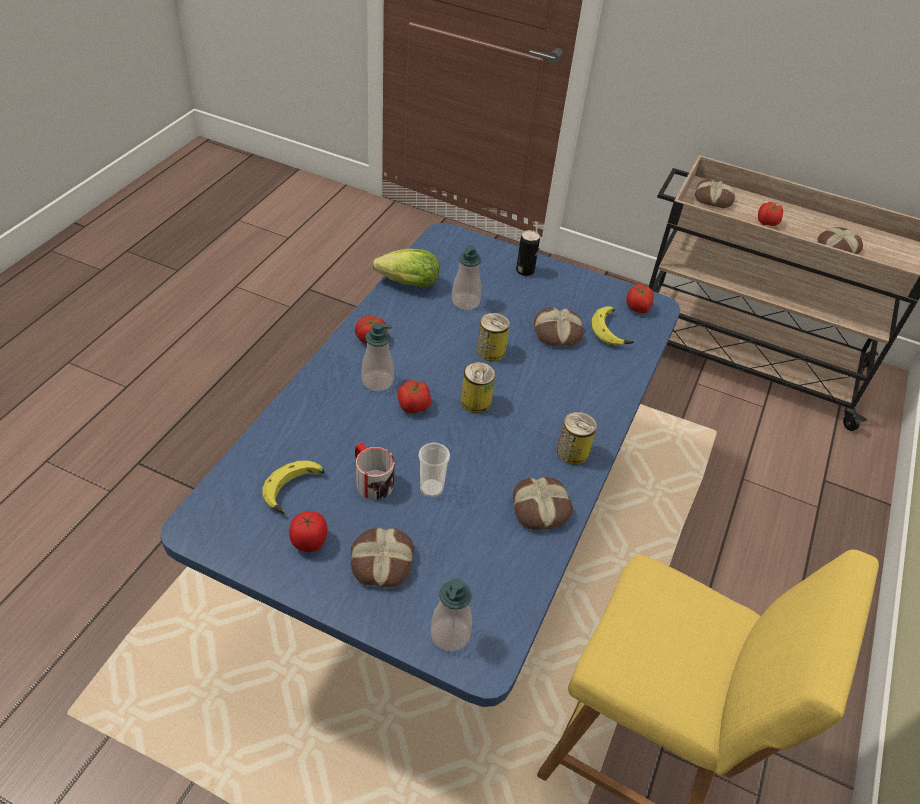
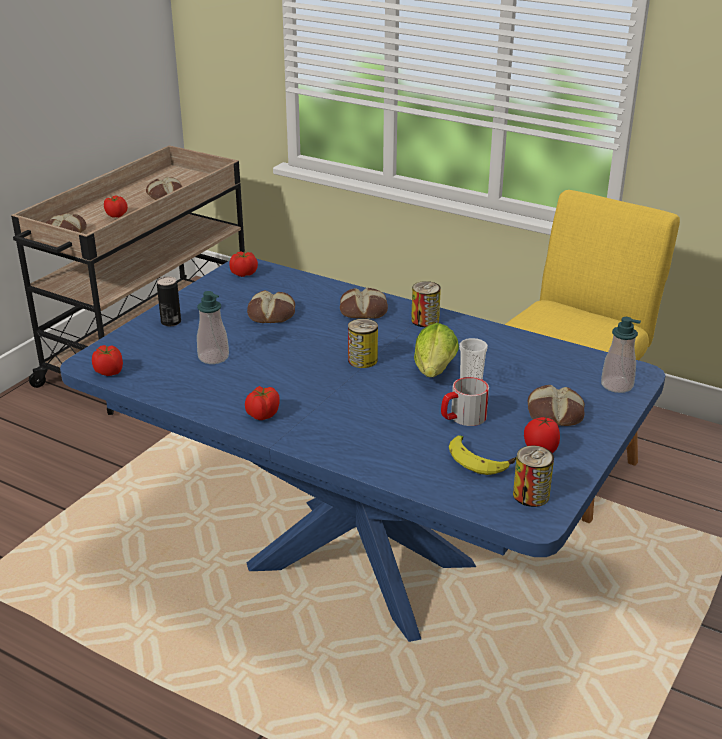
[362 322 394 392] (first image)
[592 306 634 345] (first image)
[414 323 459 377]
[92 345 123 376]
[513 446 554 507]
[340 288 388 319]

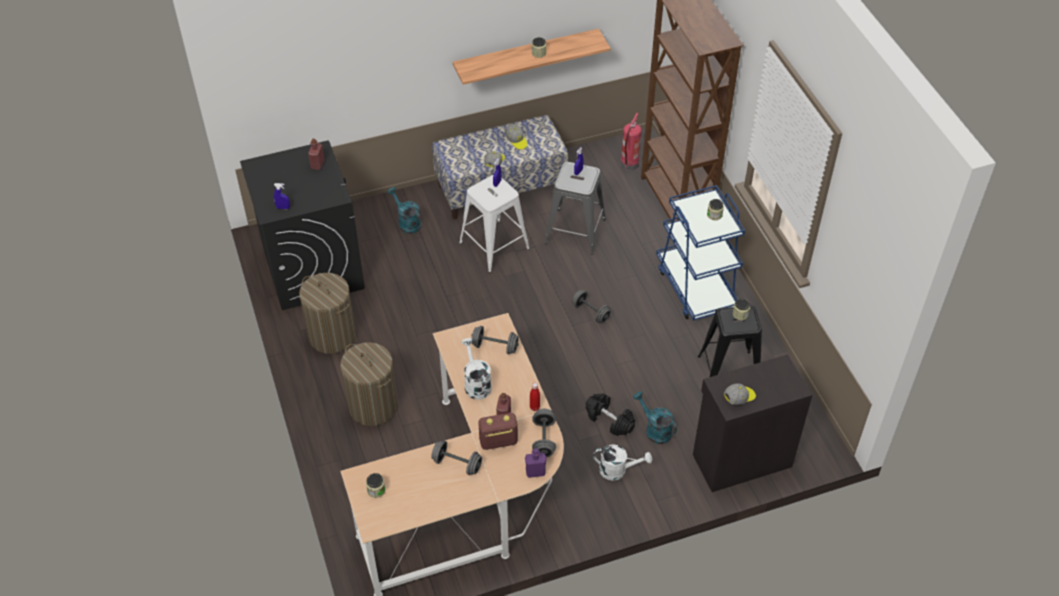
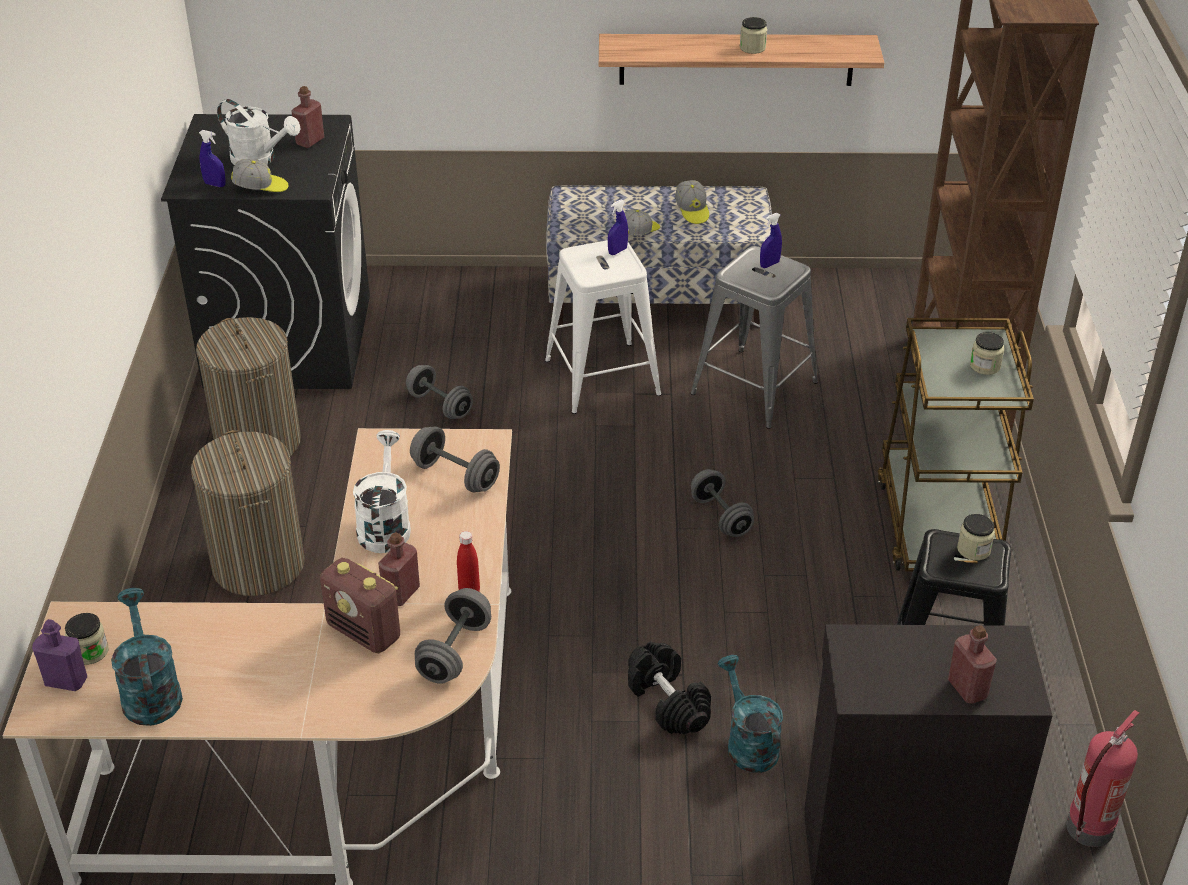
[948 625 997 703]
[111 588 183 726]
[406 365 473 419]
[32 619 87 691]
[217 99 301 165]
[1066 710 1139 847]
[231 159 288 192]
[878 318 1034 572]
[320 558 400 653]

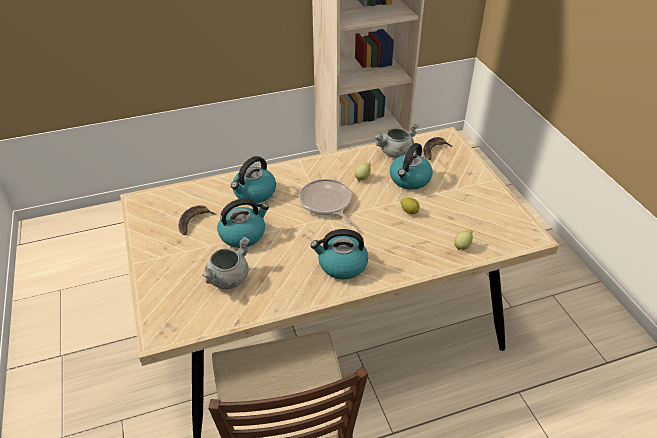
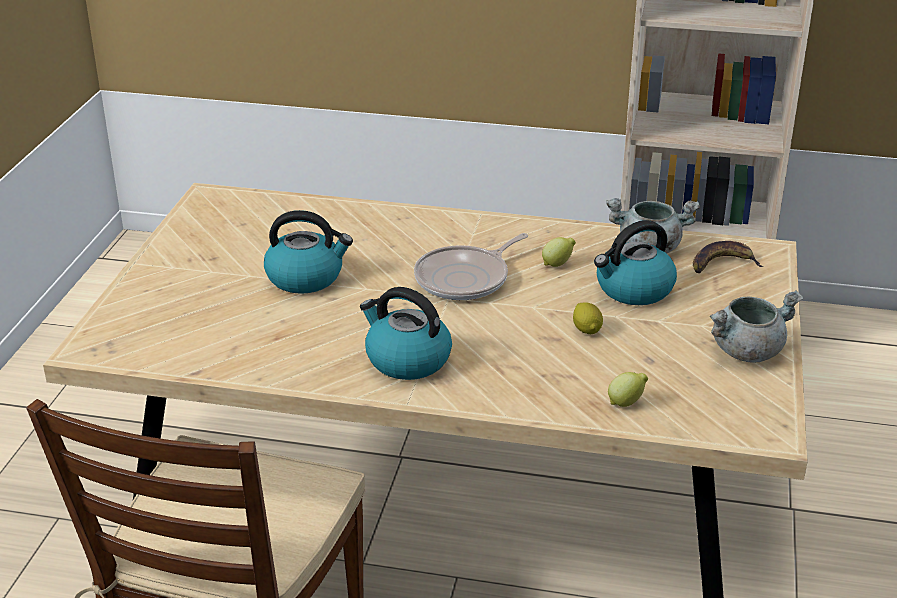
[178 205 216 235] (first image)
[231 156 276 203] (first image)
[710 291 803 363]
[414 233 528 300]

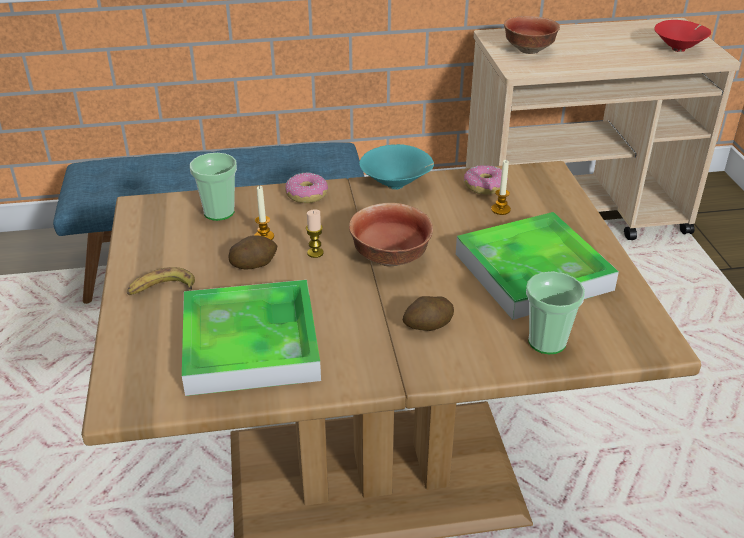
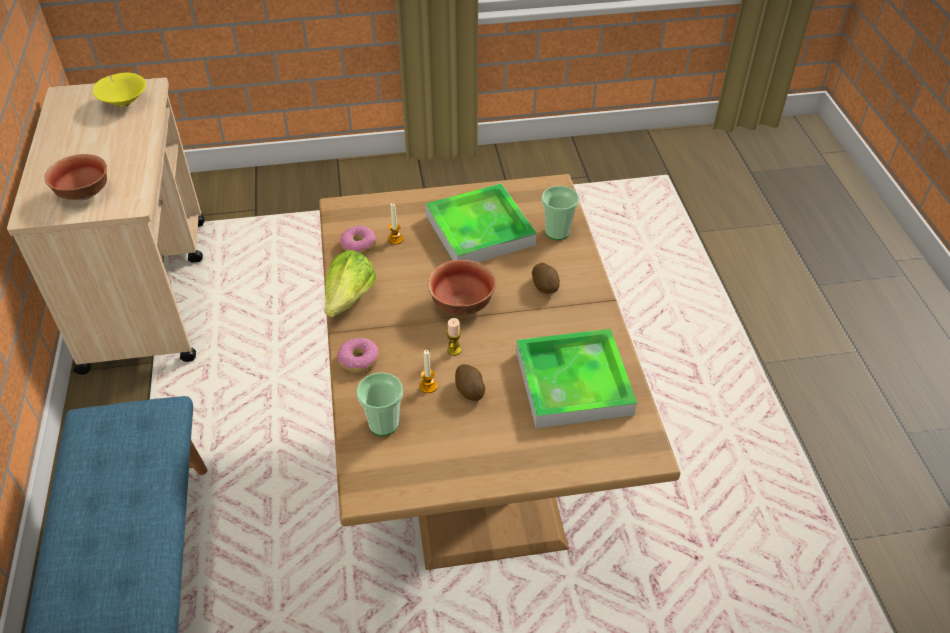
[127 267 195 295] (first image)
[324 250 377 317]
[93 72 146 107]

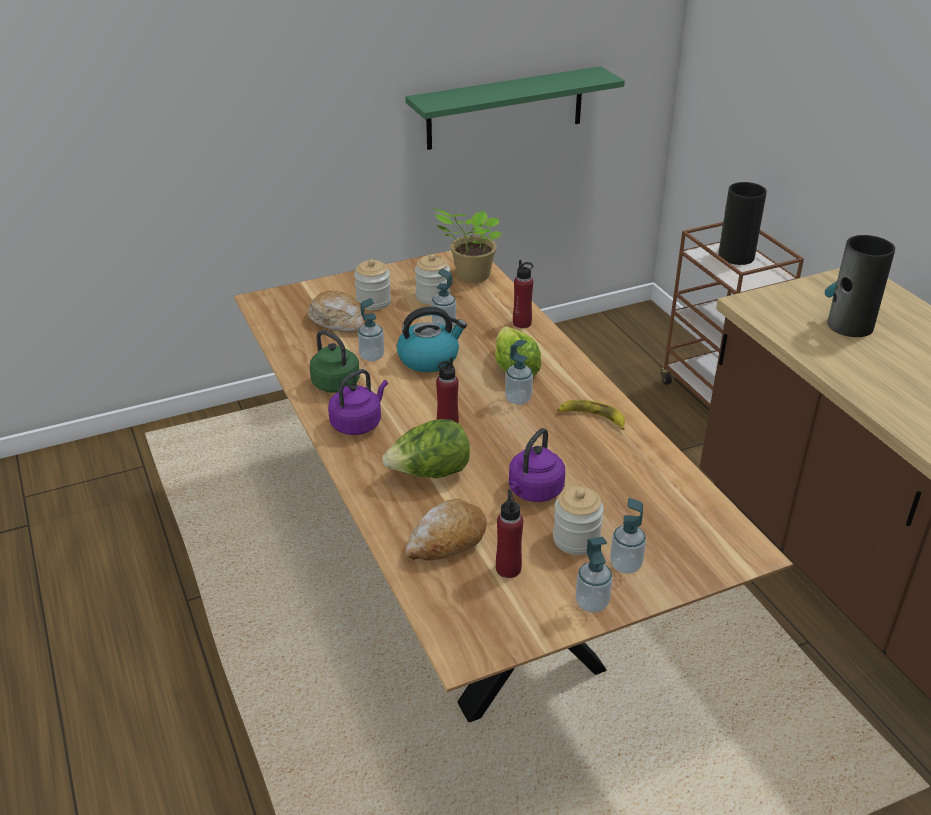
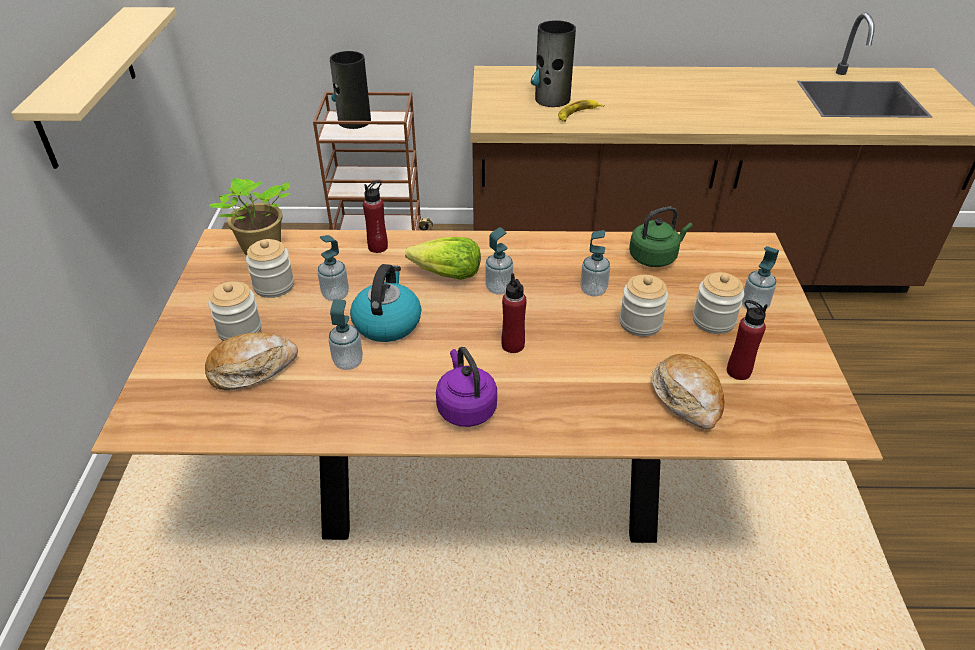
[382 419 470 478] (first image)
[629 206 693 267]
[558 100 604 122]
[580 230 610 296]
[619 275 668 337]
[11 7 177 169]

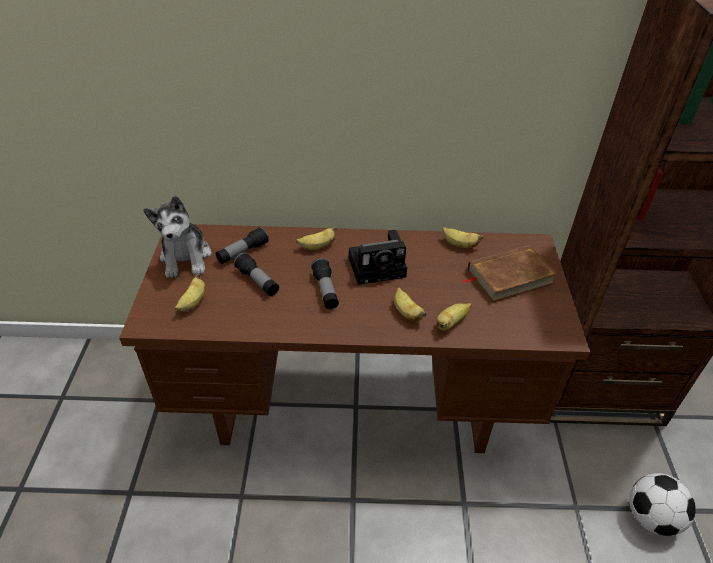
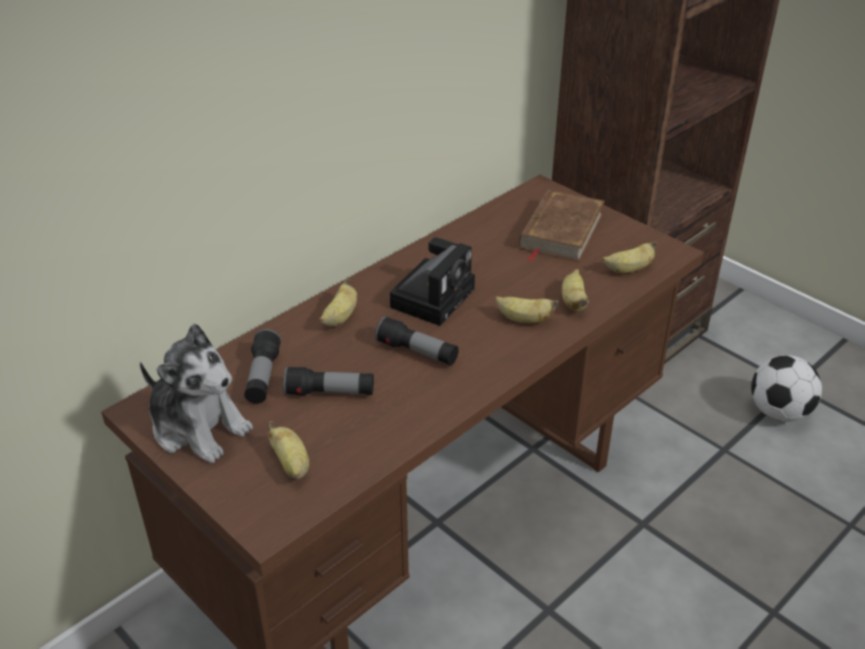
[602 241 657 273]

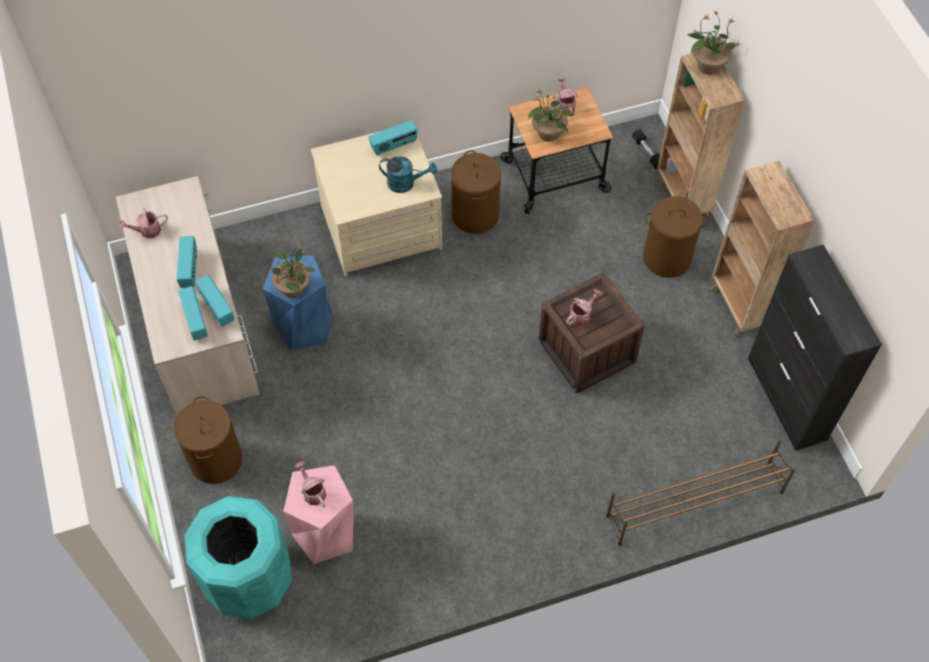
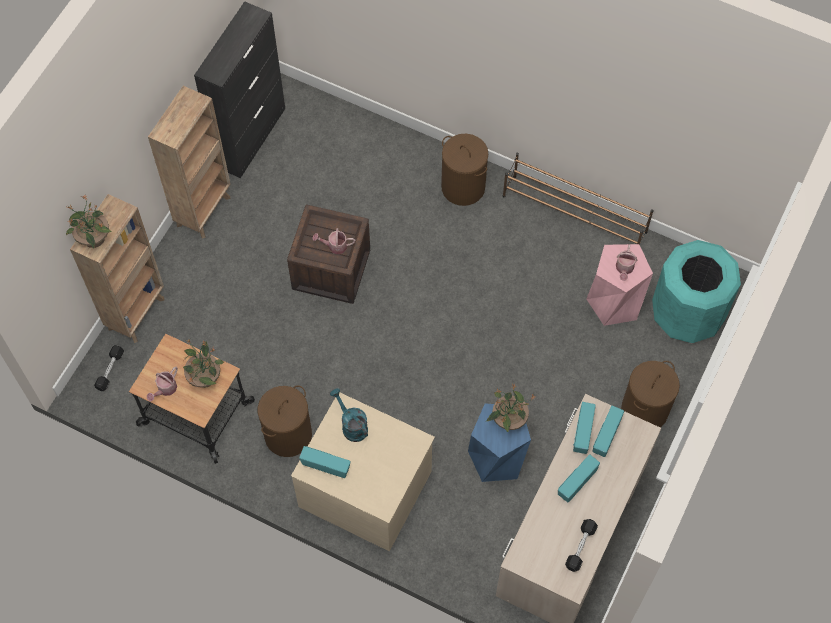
[503 153 653 245]
[441 134 488 206]
[565 519 598 572]

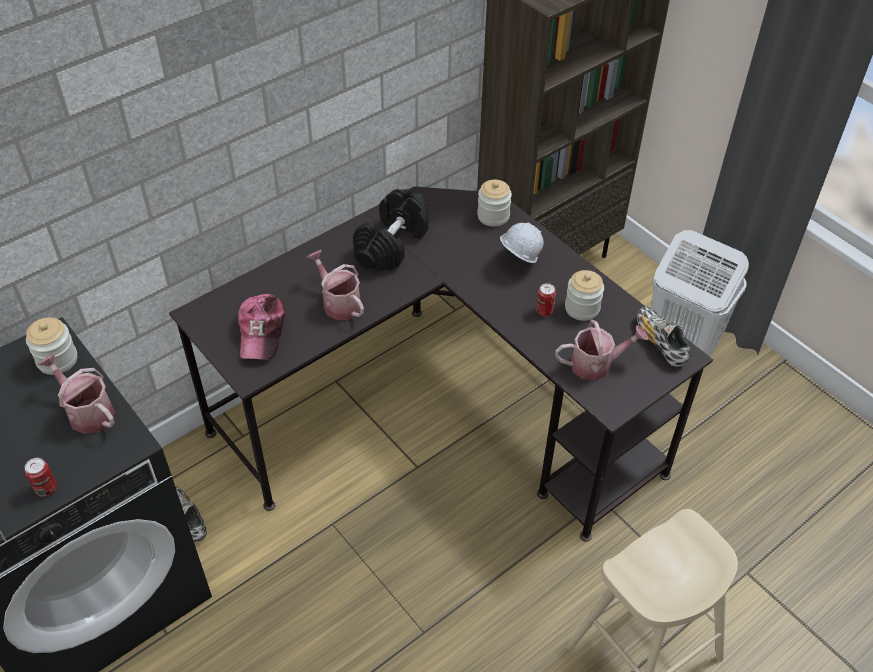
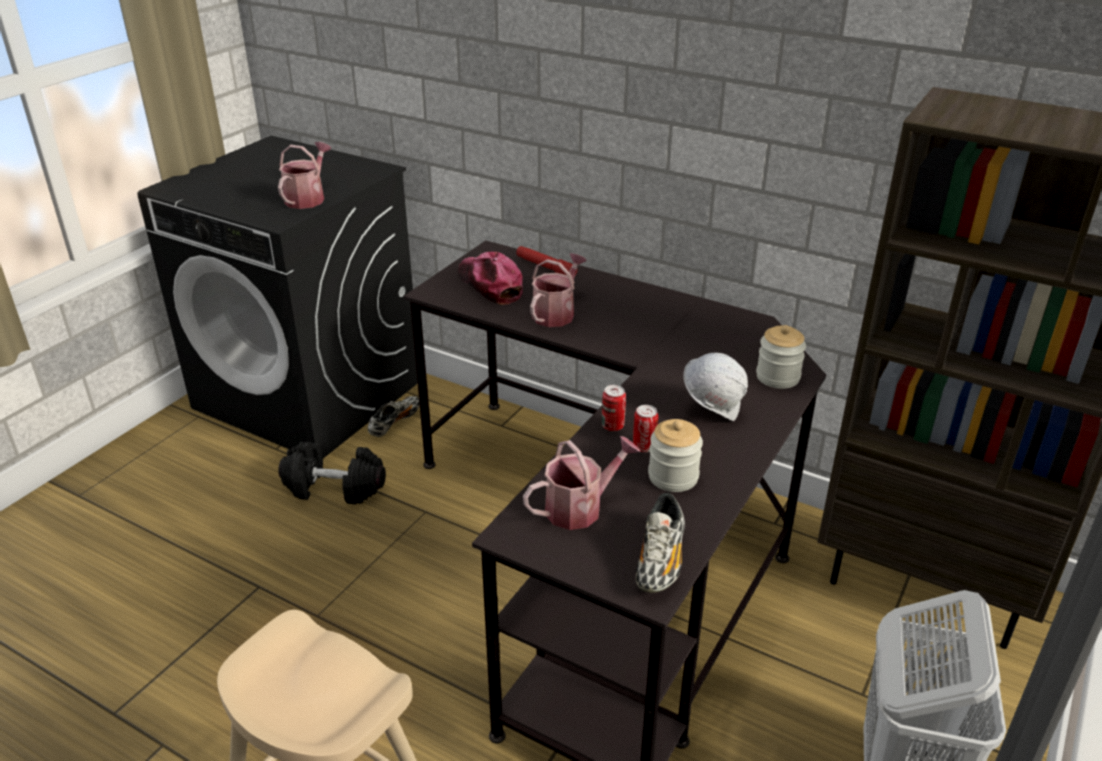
[26 317 77 375] (first image)
[516 246 578 276]
[602 385 626 431]
[278 442 386 504]
[458 252 523 305]
[523 436 641 530]
[635 493 685 593]

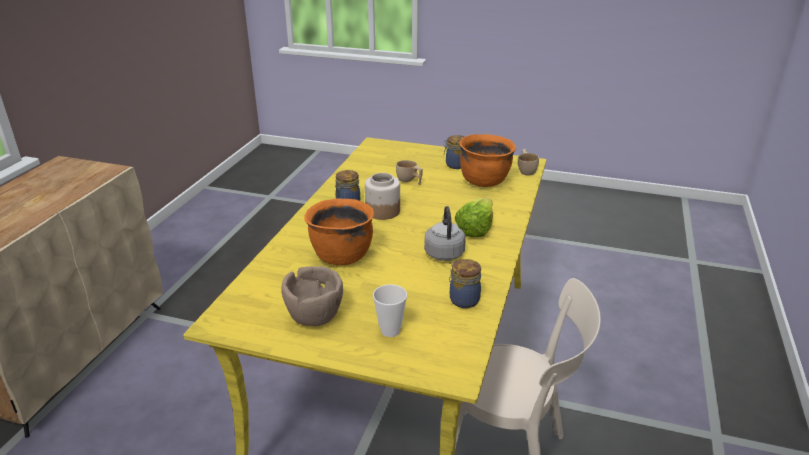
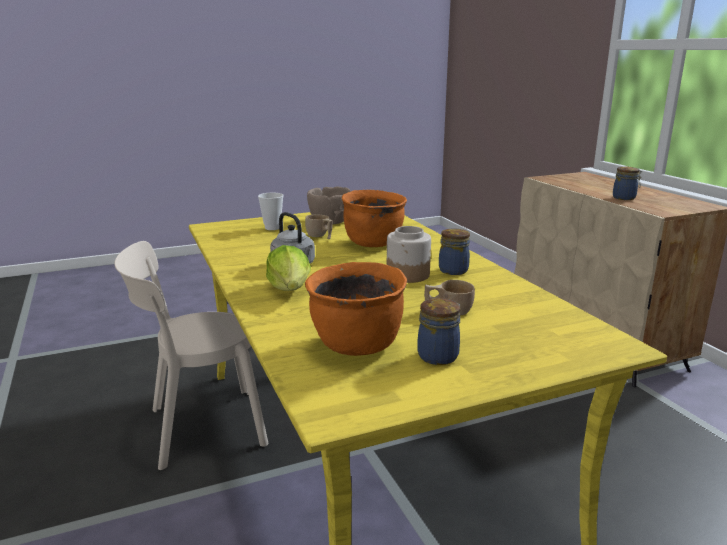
[613 167 642 200]
[305 215 333 239]

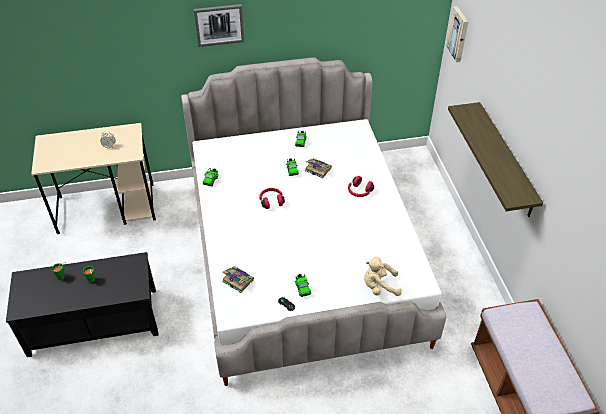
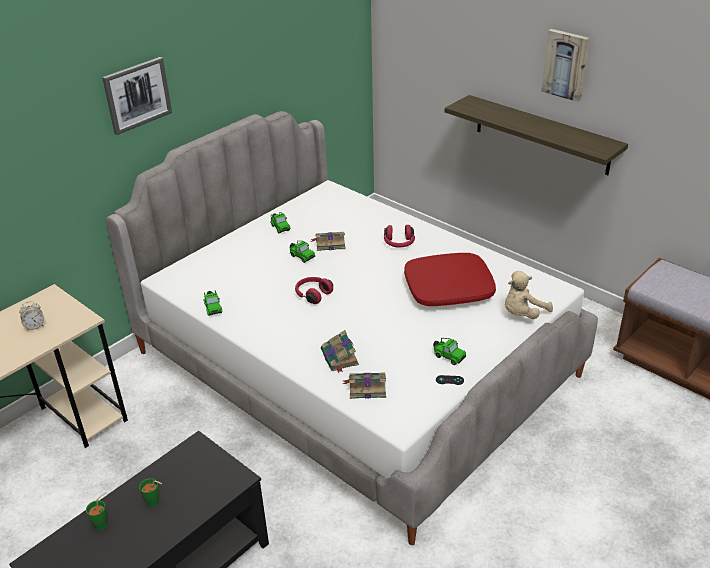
[321 330 359 373]
[404 253 496 306]
[541 29 590 102]

